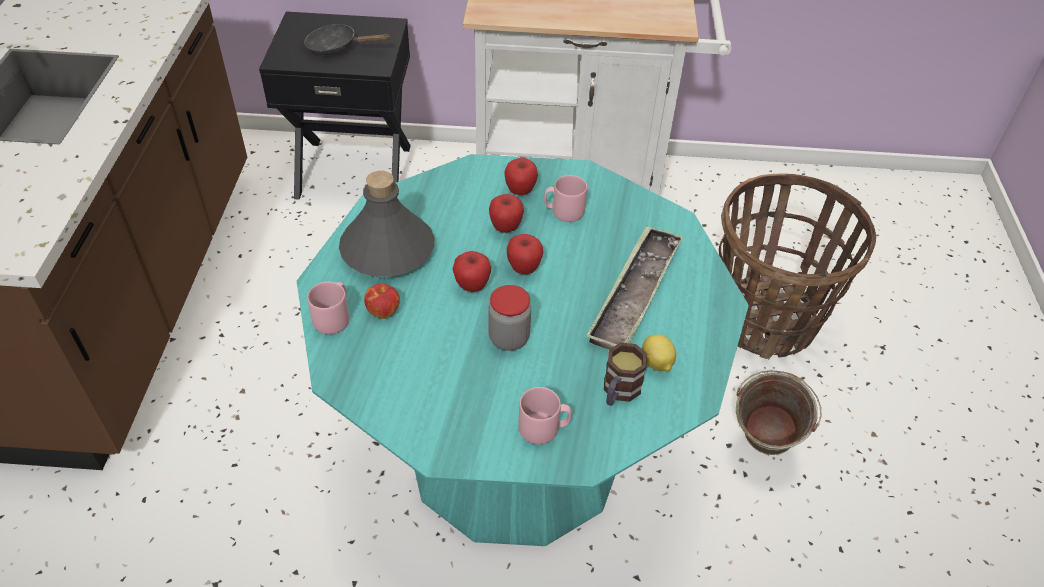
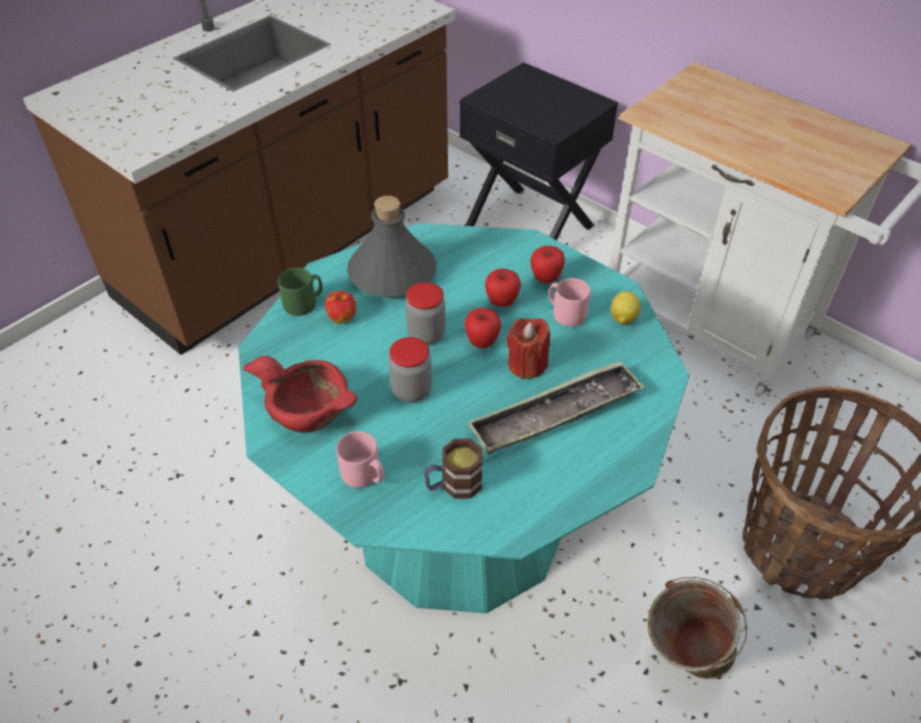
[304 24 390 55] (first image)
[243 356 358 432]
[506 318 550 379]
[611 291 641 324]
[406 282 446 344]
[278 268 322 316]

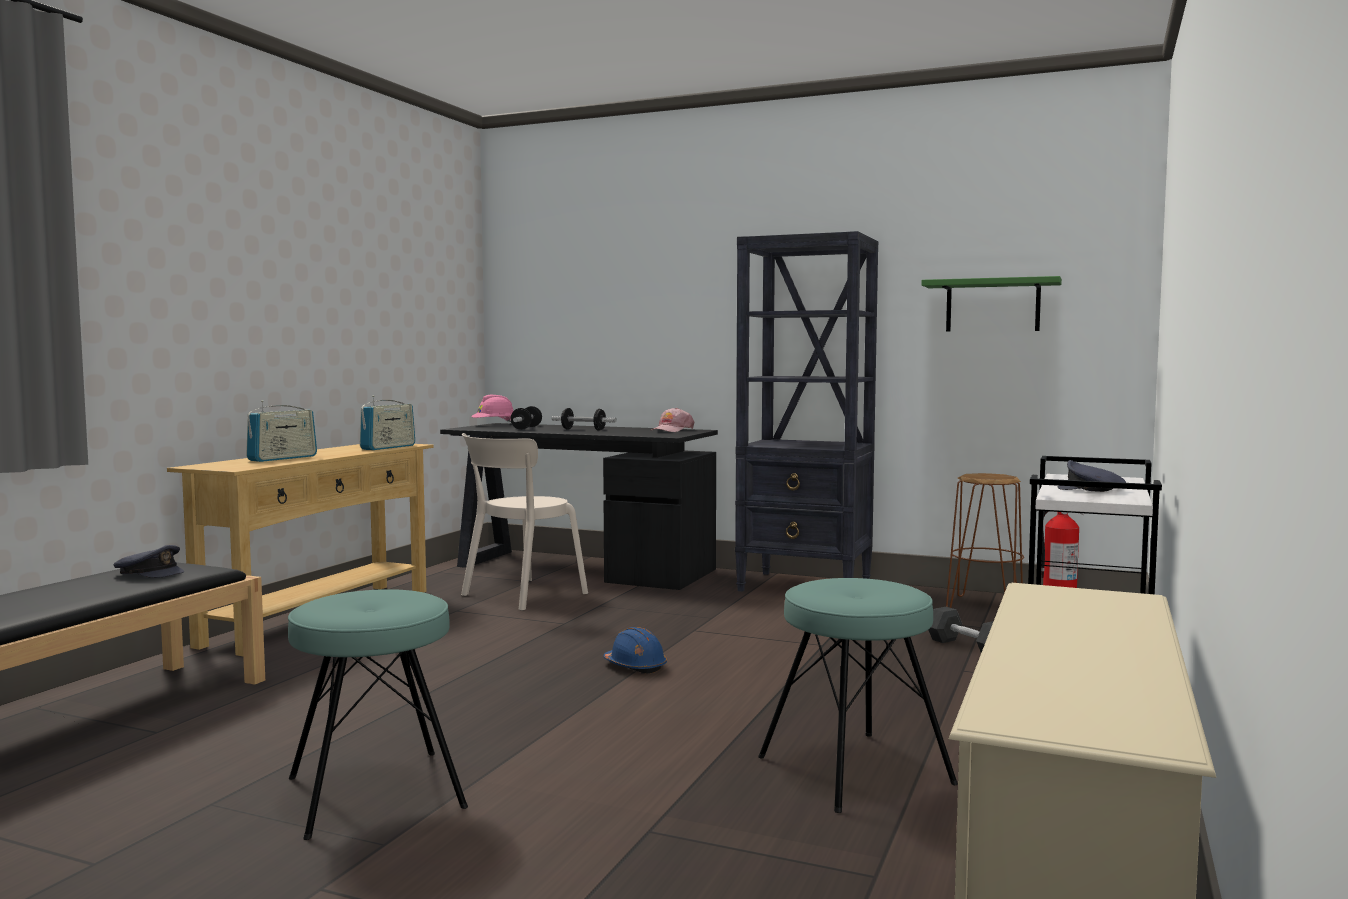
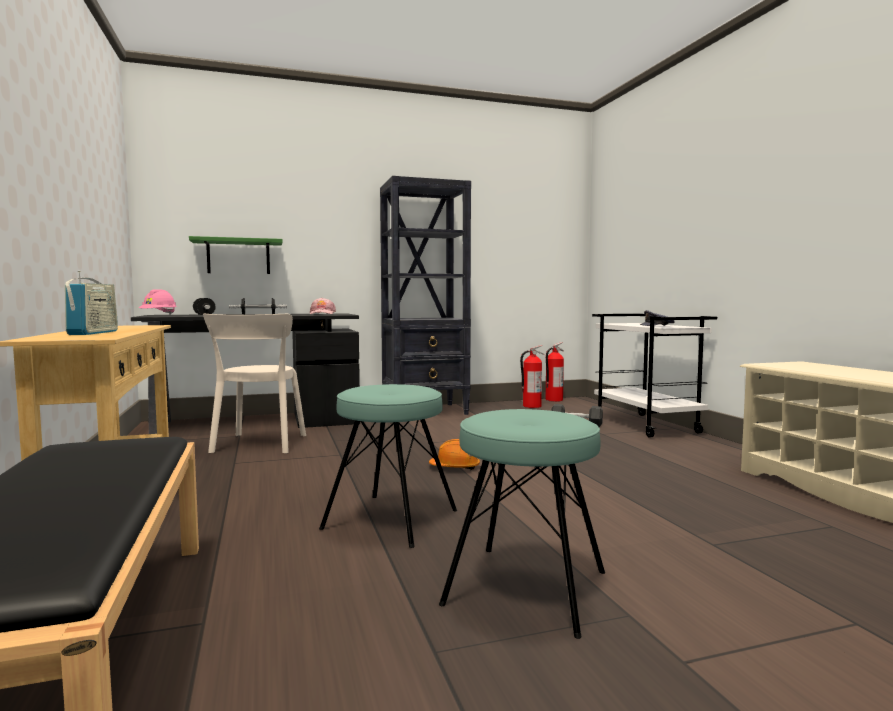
[114 545 184 578] (first image)
[360 395 415 450] (first image)
[319 384 457 548]
[189 236 283 274]
[520 345 544 408]
[429 439 480 470]

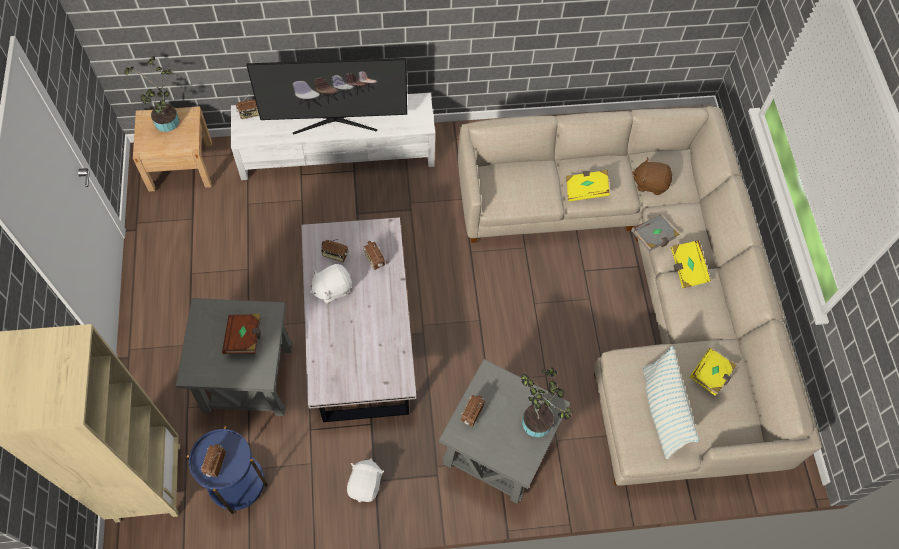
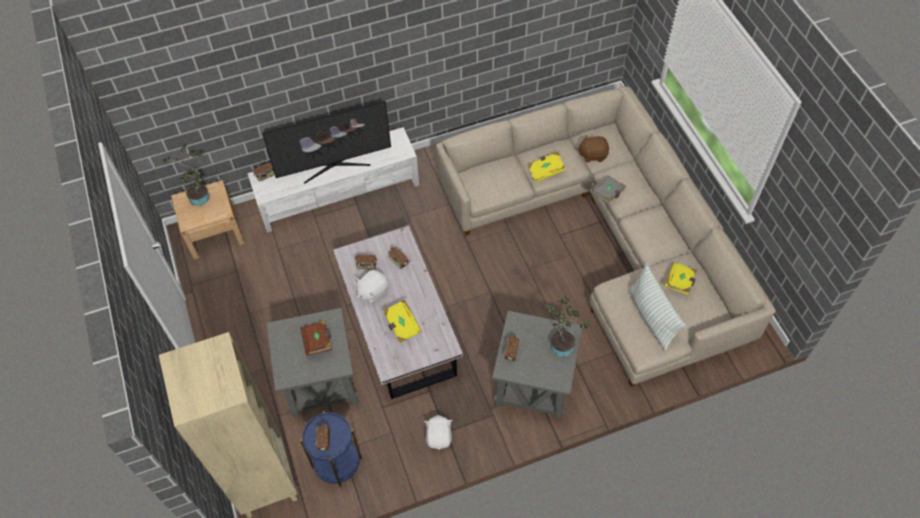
[383 300 422 343]

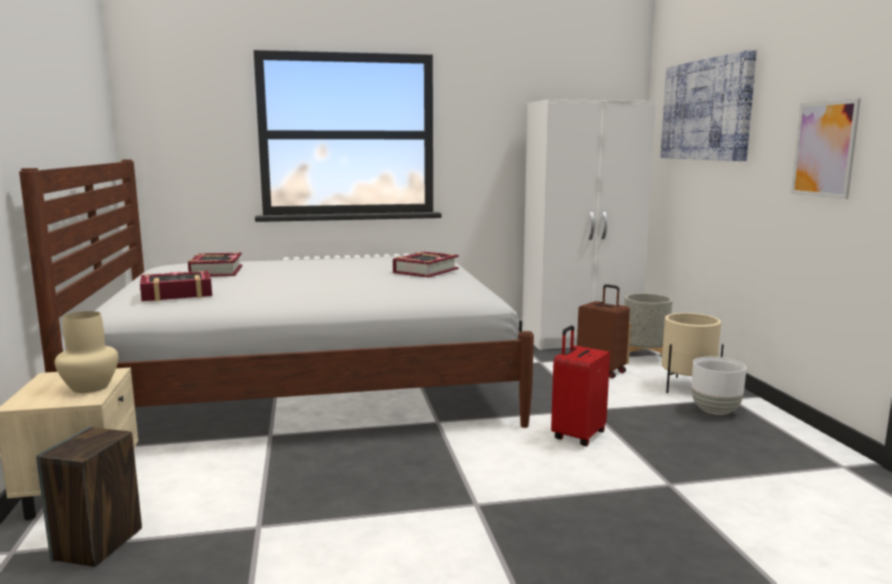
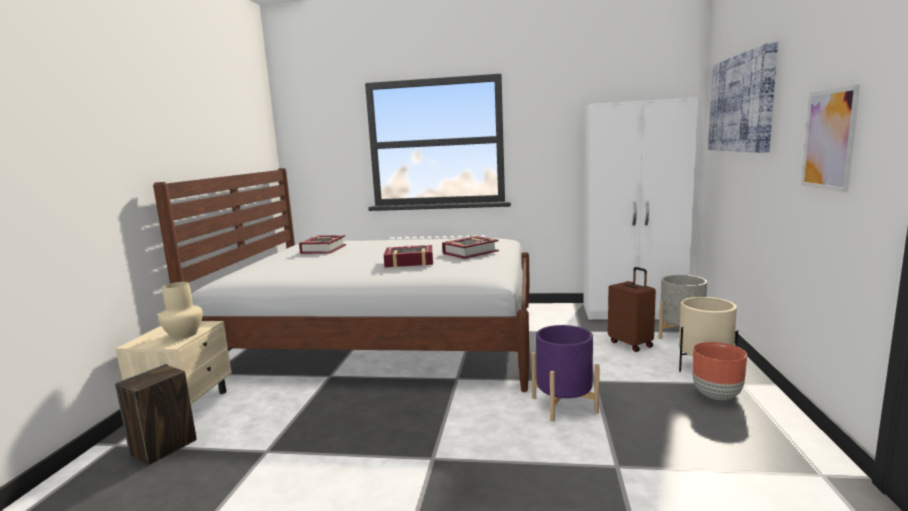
[384 245 433 268]
[531 325 600 422]
[692 342 747 400]

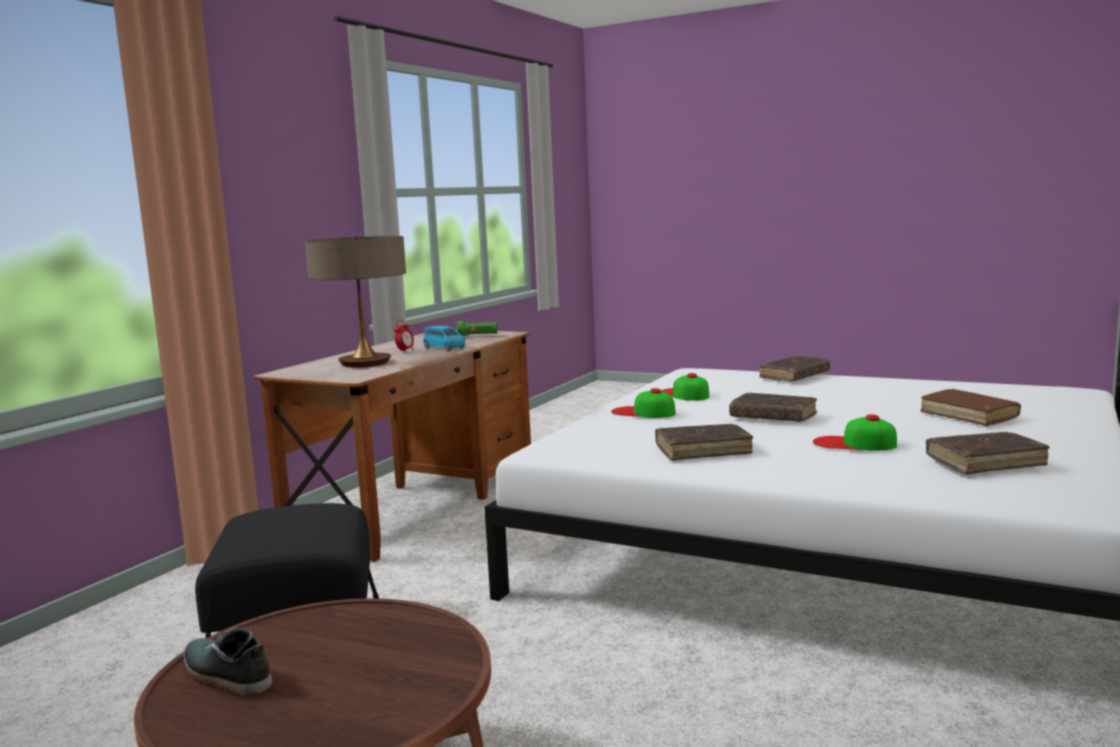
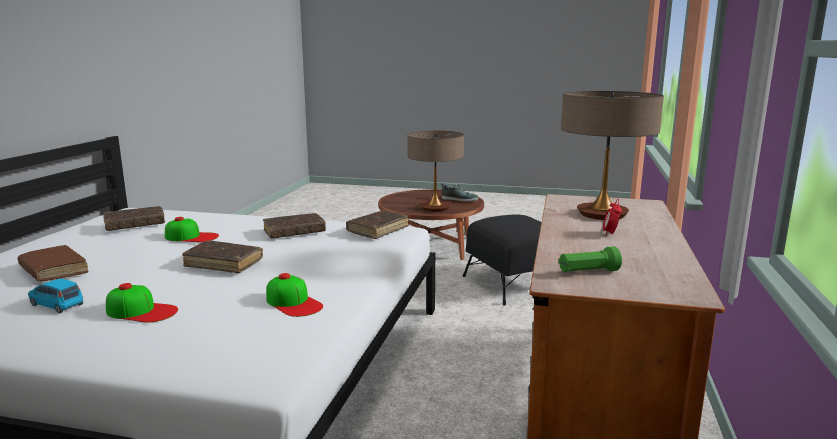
[407 130 464 212]
[28 279 83 314]
[106 283 178 322]
[346 211 409 239]

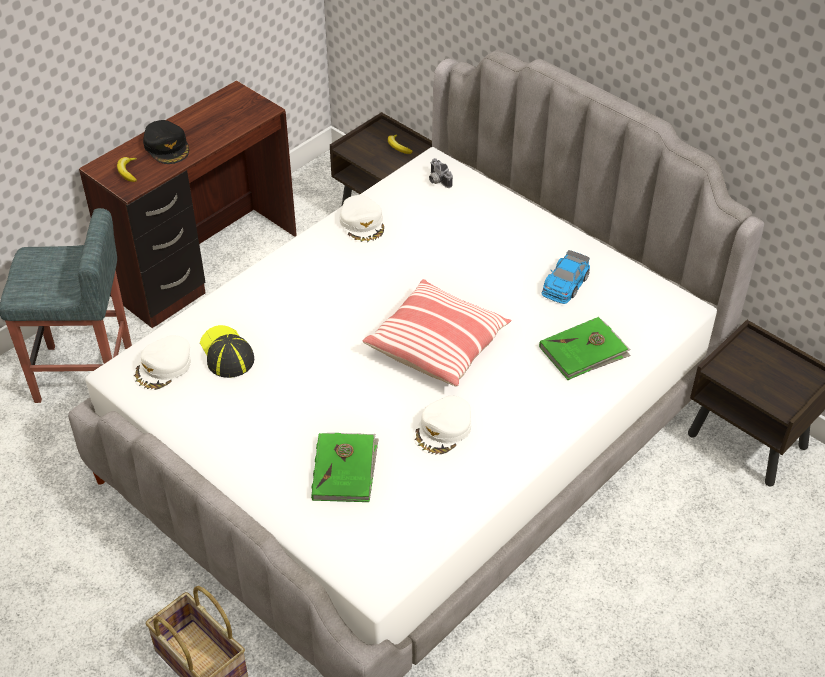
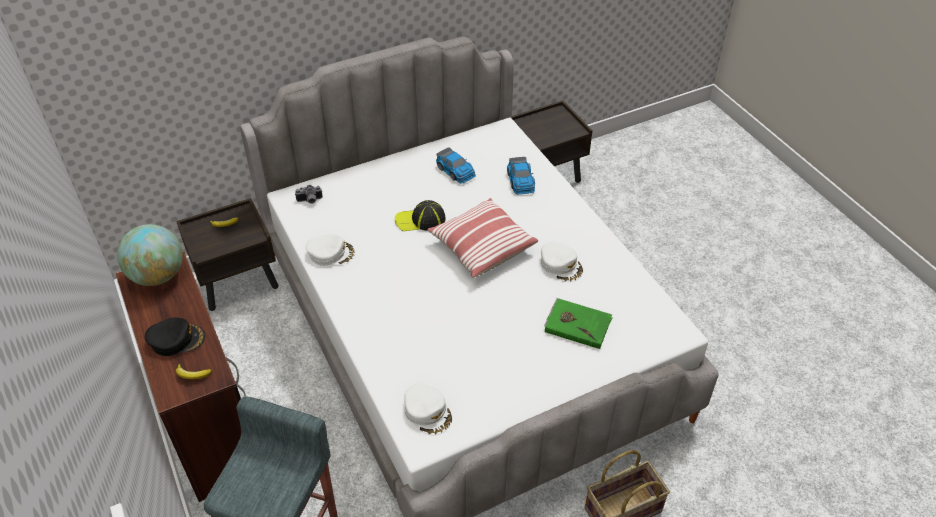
[117 224 183 286]
[395 200 446 231]
[507 157 535 194]

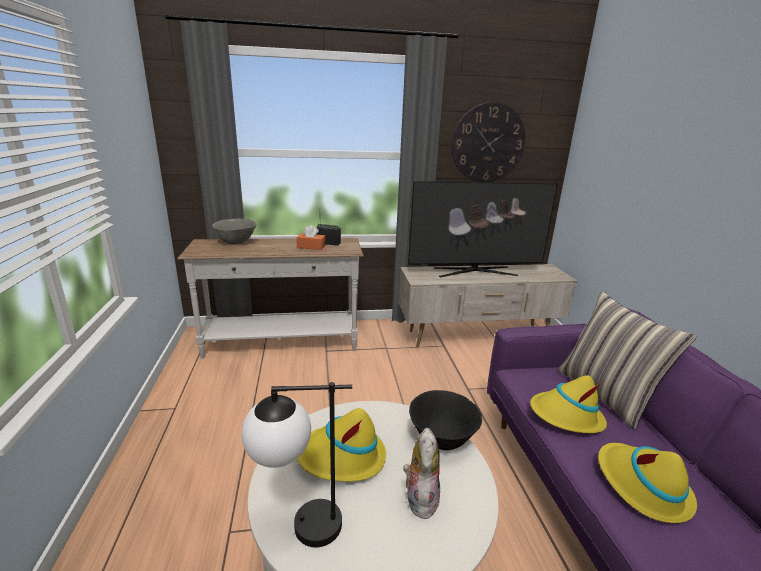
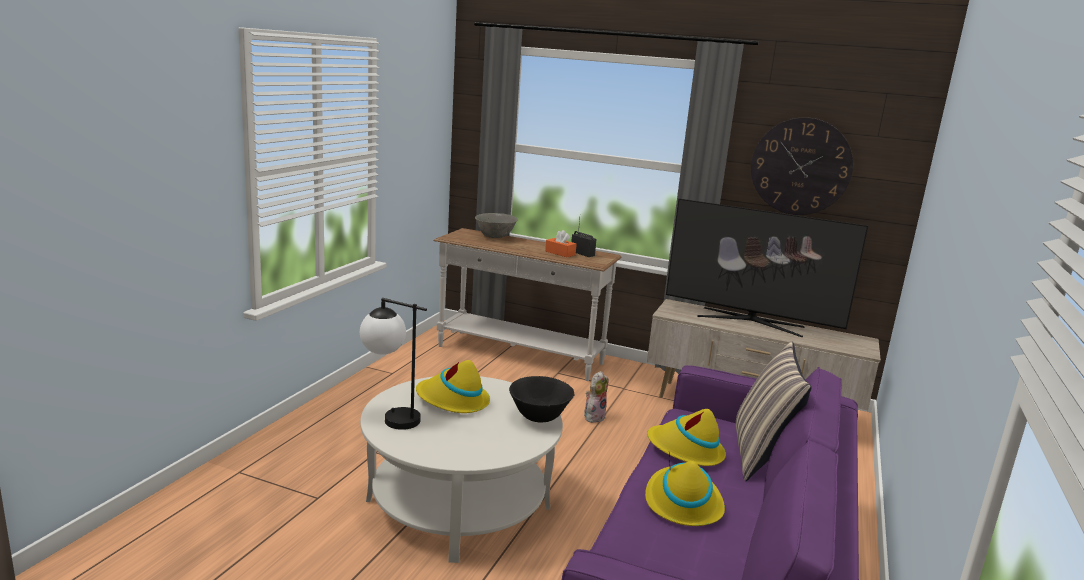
[584 371 608 423]

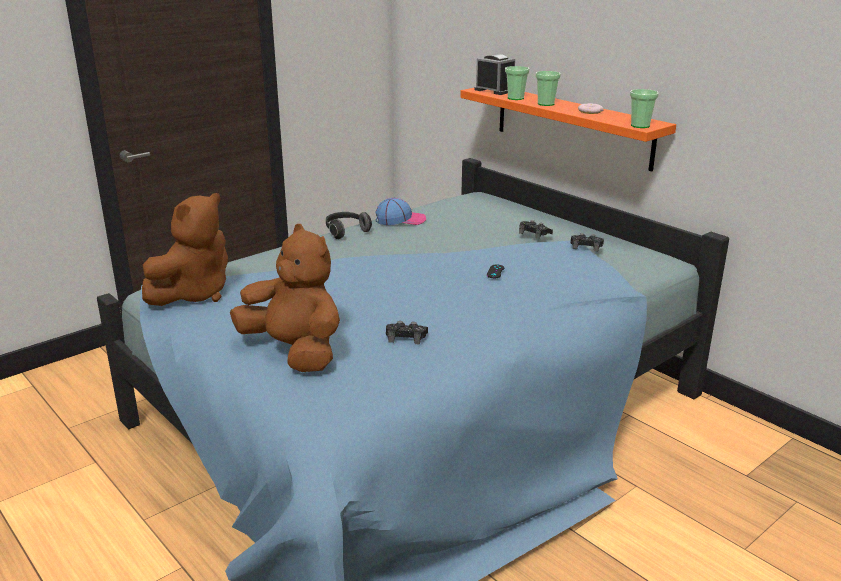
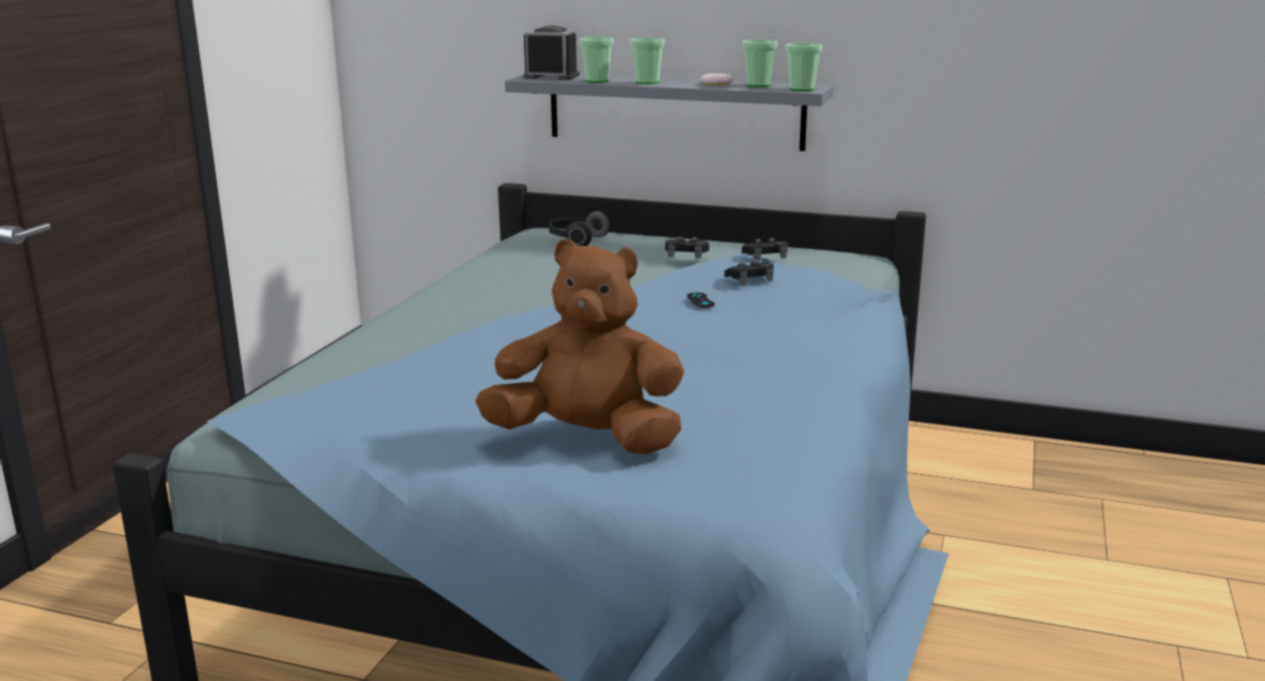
[142 193 228 306] (first image)
[375 198 426 225] (first image)
[742 40 778 87]
[549 211 610 246]
[724 260 774 285]
[505 75 833 151]

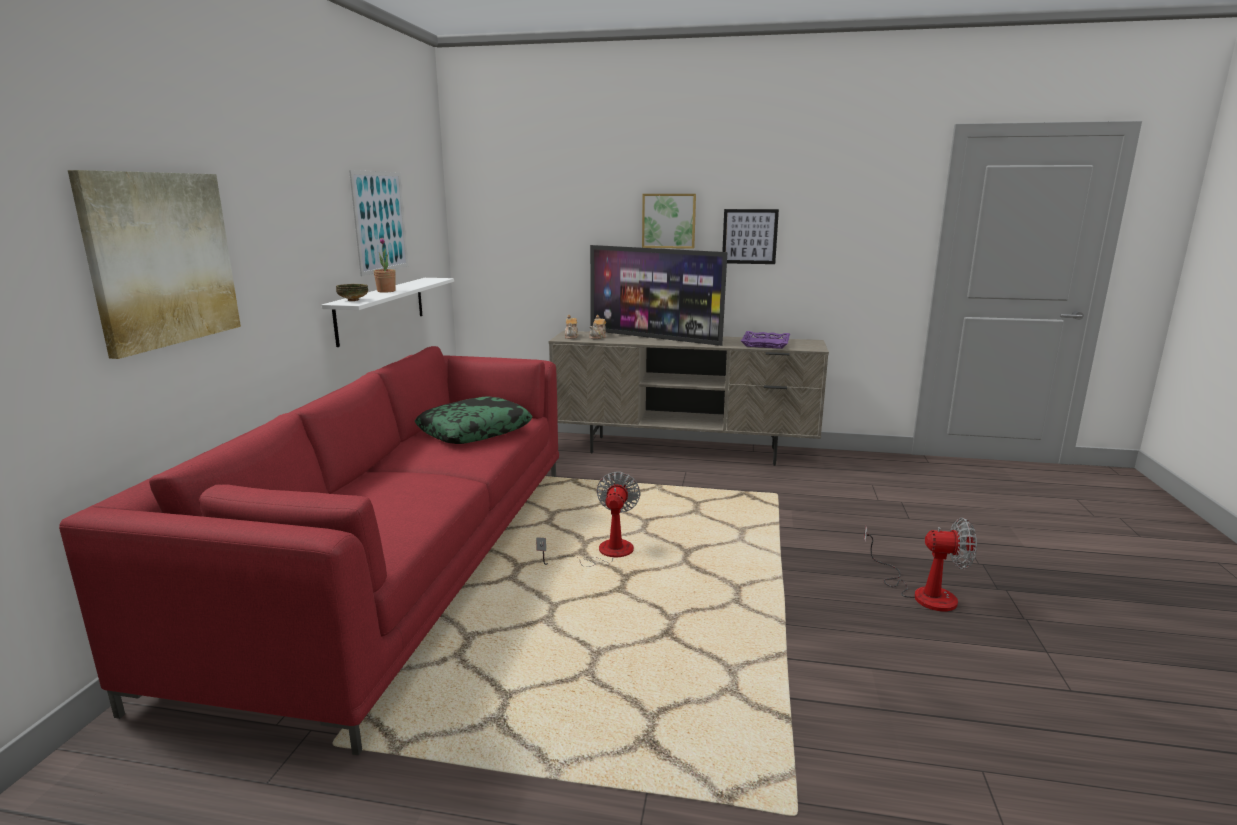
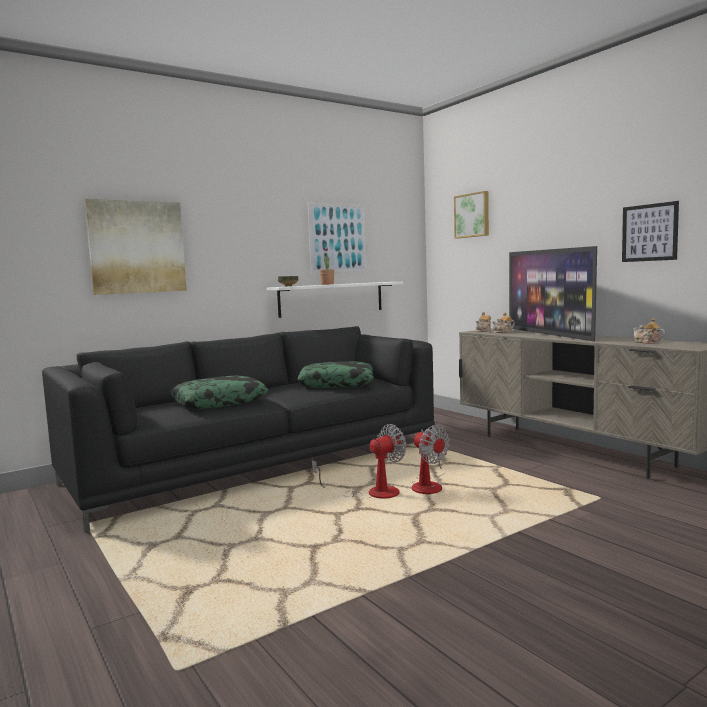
[170 376 268 409]
[454 191 489 238]
[412 425 450 494]
[633 318 665 344]
[42 326 435 533]

